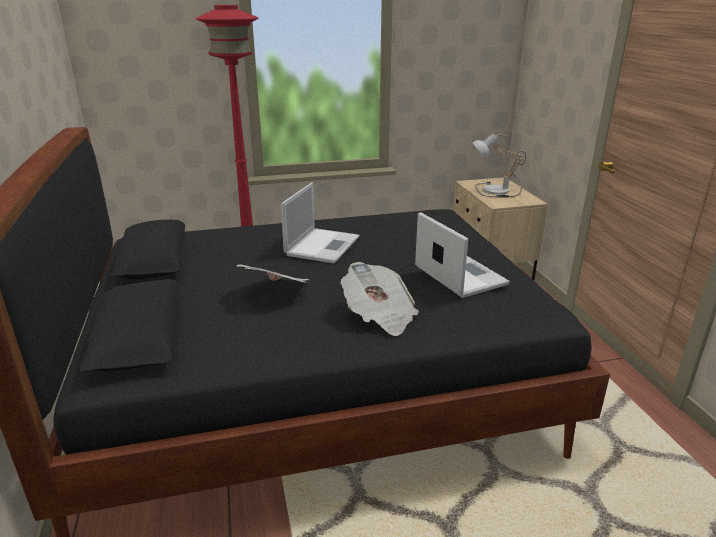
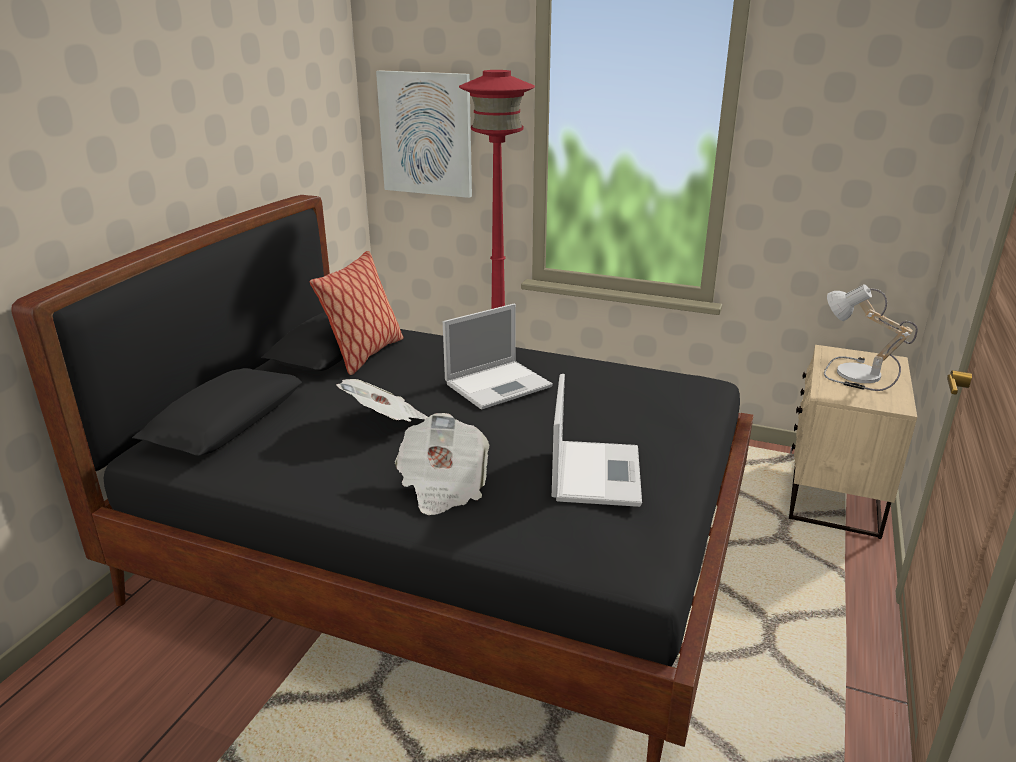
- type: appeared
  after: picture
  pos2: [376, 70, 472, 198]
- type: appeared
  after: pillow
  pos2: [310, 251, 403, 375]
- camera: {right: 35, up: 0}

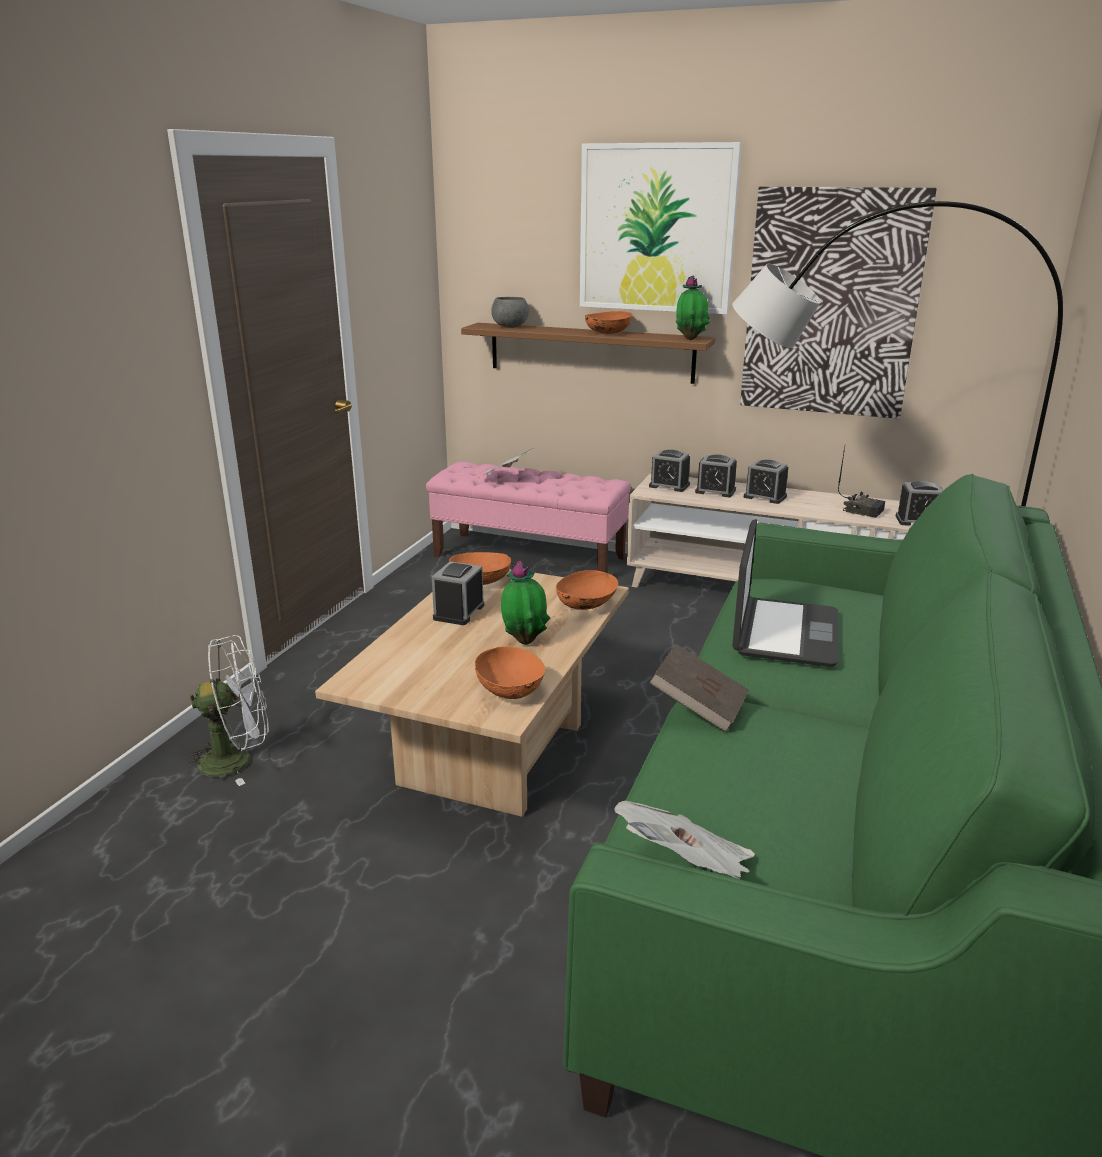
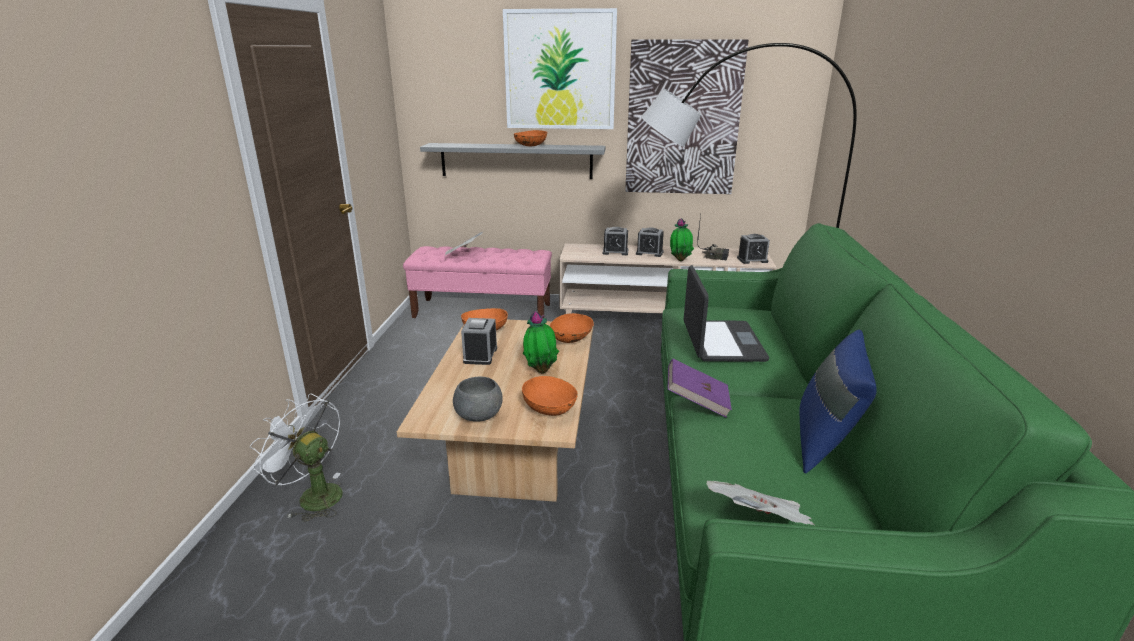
- type: relocated
  before: potted_plant
  pos1: [676, 275, 710, 340]
  pos2: [670, 218, 694, 261]
- type: relocated
  before: grey_bowl
  pos1: [491, 297, 529, 328]
  pos2: [453, 377, 503, 421]
- type: colour
  before: brown_shelf
  after: grey_shelf
  pos1: [461, 323, 715, 384]
  pos2: [420, 143, 605, 179]
- type: missing
  before: alarm_clock
  pos1: [649, 450, 690, 492]
- type: spun
  before: white_fan
  pos1: [183, 635, 269, 786]
  pos2: [250, 394, 343, 522]
  turn: -120
- type: colour
  before: brown_book
  after: purple_book
  pos1: [649, 644, 749, 732]
  pos2: [668, 359, 732, 418]
- type: appeared
  after: blue_pillow
  pos2: [800, 330, 877, 474]
- camera: {right: -15, up: 0}

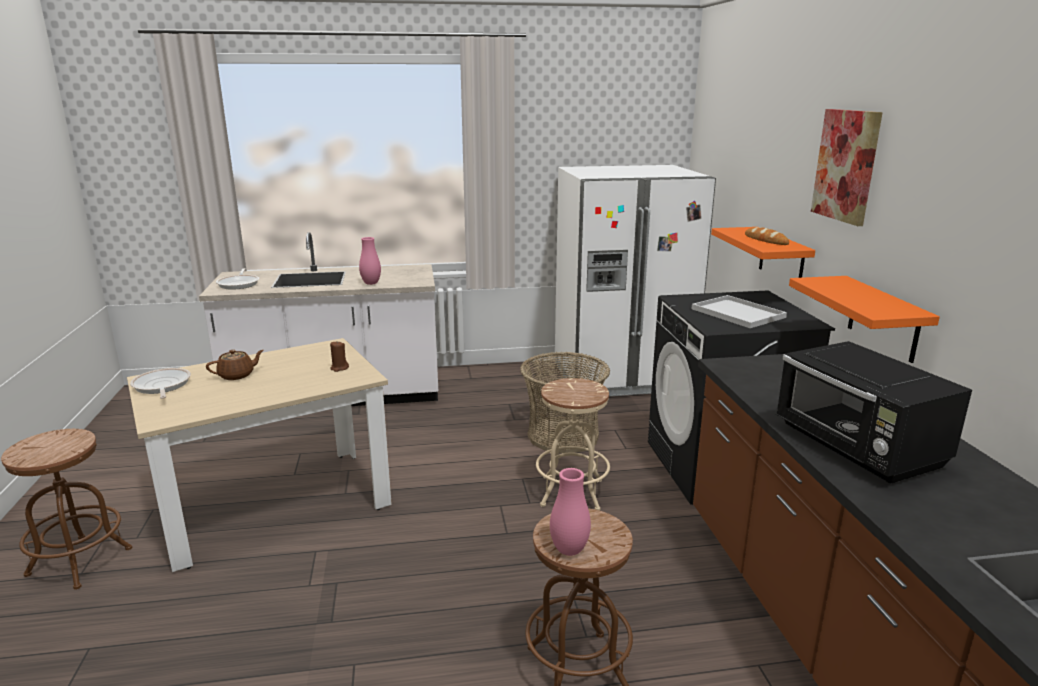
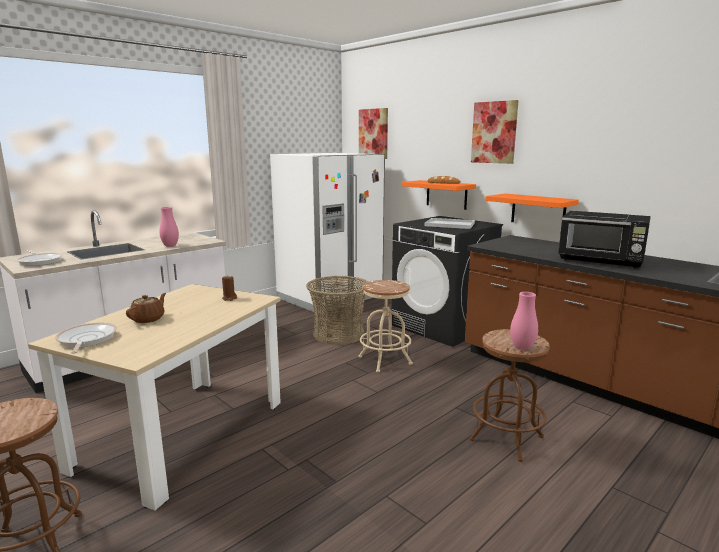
- type: spun
  before: frying_pan
  pos1: [130, 368, 191, 399]
  pos2: [55, 322, 117, 354]
  turn: 45
- type: appeared
  after: picture
  pos2: [359, 108, 388, 159]
- camera: {right: -35, up: -5}

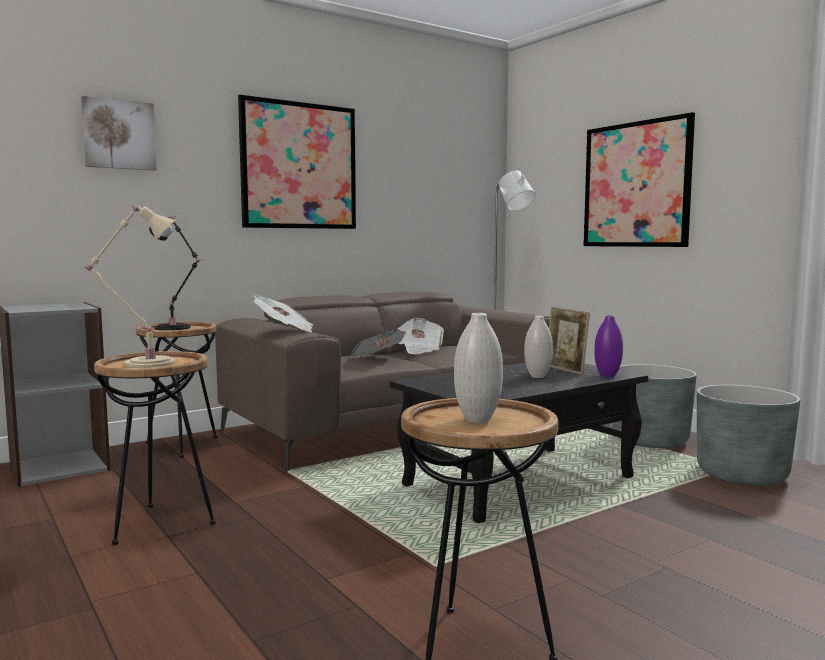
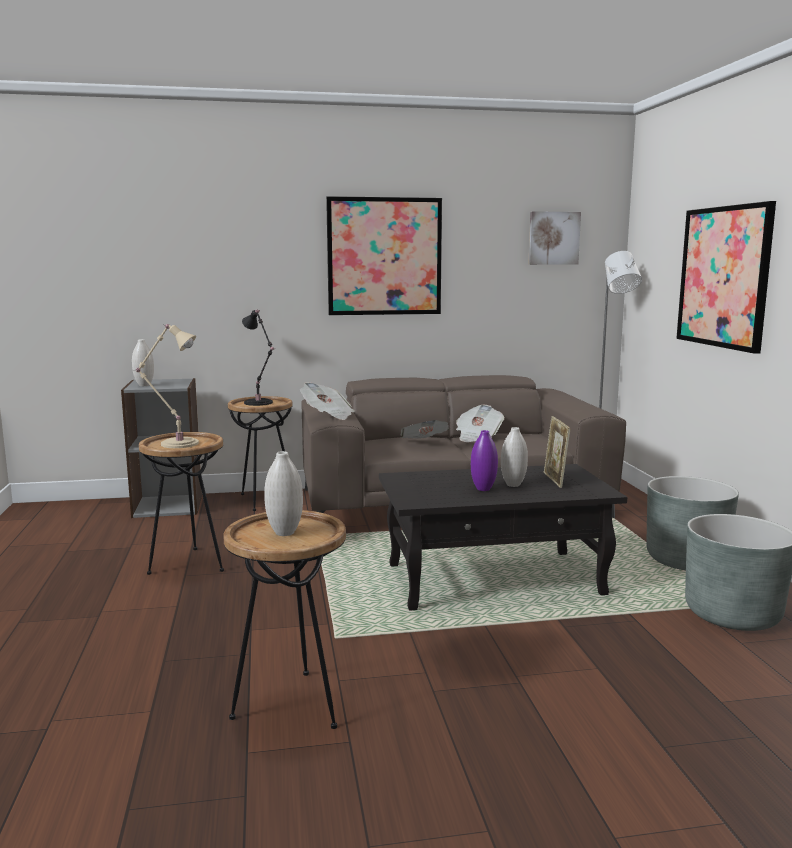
- type: relocated
  before: picture
  pos1: [81, 96, 157, 171]
  pos2: [528, 211, 581, 265]
- type: relocated
  before: purple_vase
  pos1: [594, 315, 623, 378]
  pos2: [471, 430, 498, 491]
- type: appeared
  after: white_vase
  pos2: [132, 339, 154, 386]
- camera: {right: 25, up: 5}

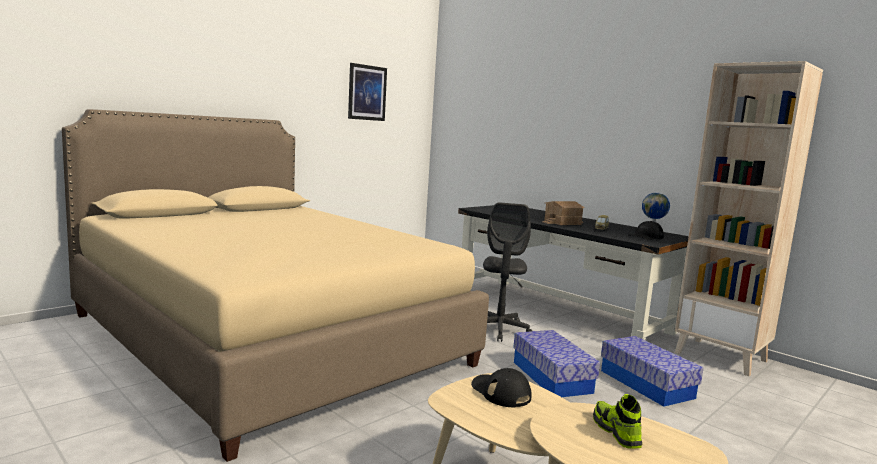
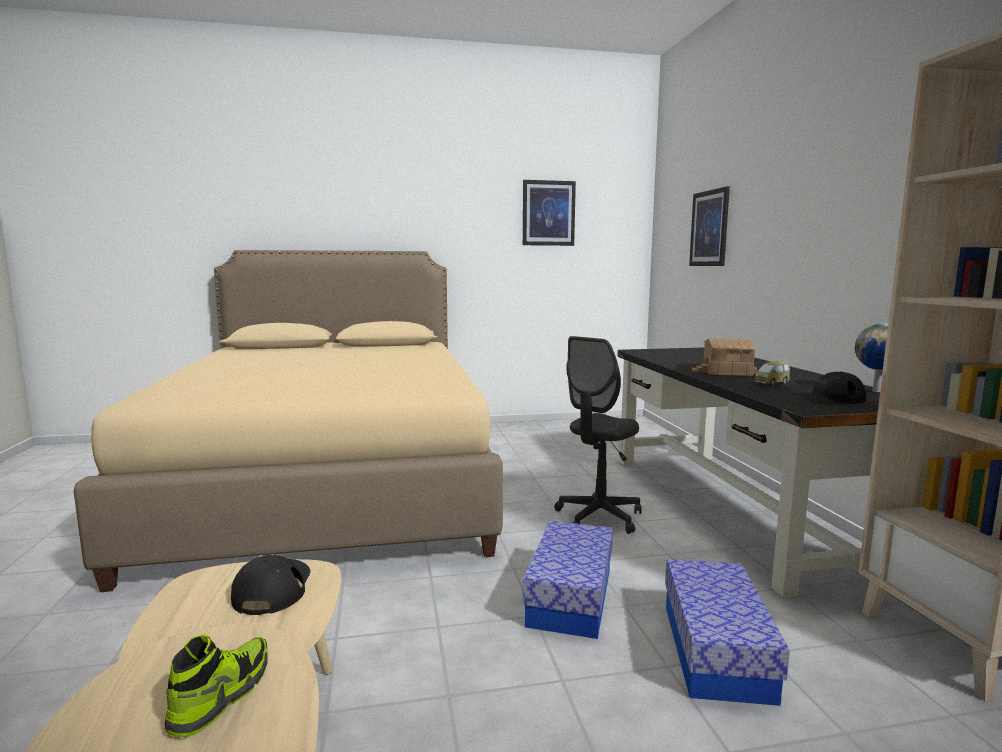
- type: appeared
  after: picture
  pos2: [689, 187, 730, 266]
- camera: {right: 35, up: 0}

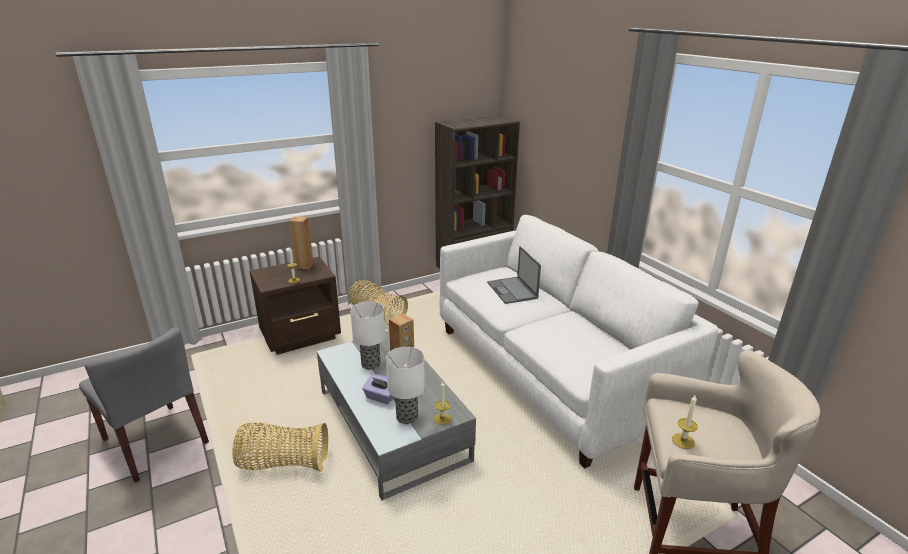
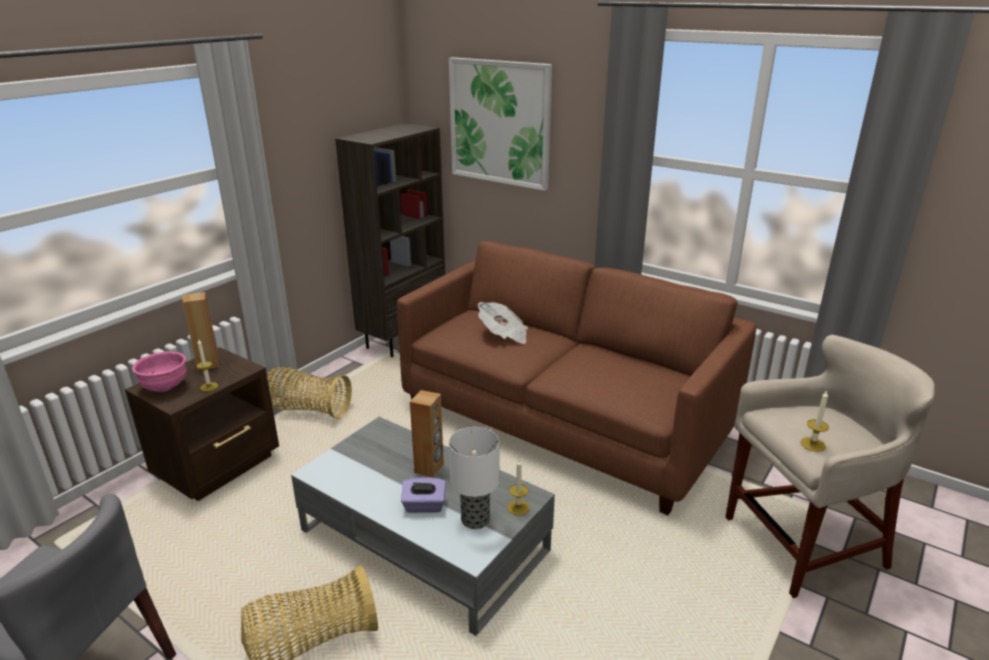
- type: colour
  before: white_sofa
  after: brown_sofa
  pos1: [440, 215, 718, 468]
  pos2: [397, 241, 756, 515]
- type: exchanged
  before: laptop
  after: newspaper
  pos1: [487, 246, 541, 304]
  pos2: [478, 302, 528, 344]
- type: missing
  before: table_lamp
  pos1: [350, 301, 385, 370]
- type: appeared
  after: picture
  pos2: [449, 57, 552, 191]
- type: appeared
  after: pink_bowl
  pos2: [132, 351, 186, 392]
- camera: {right: -25, up: 0}

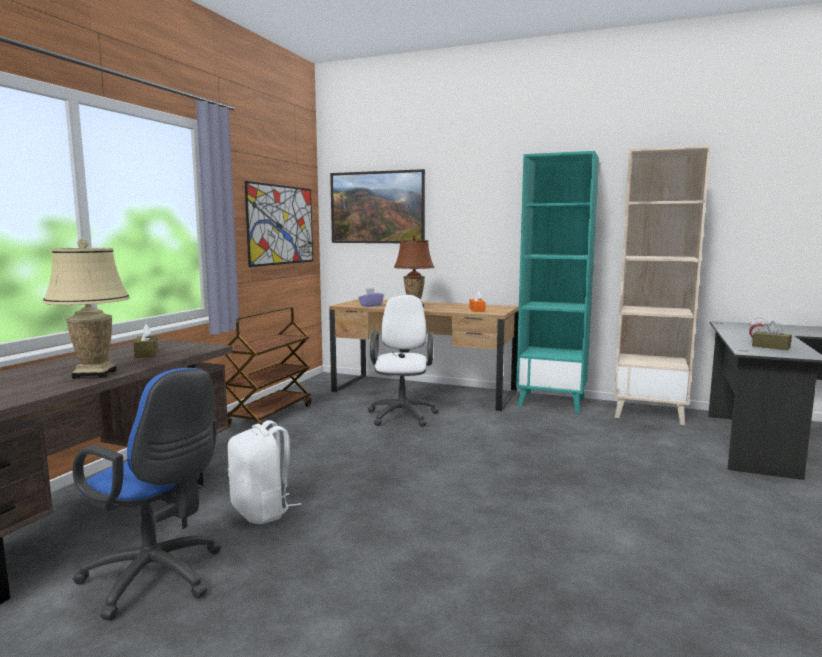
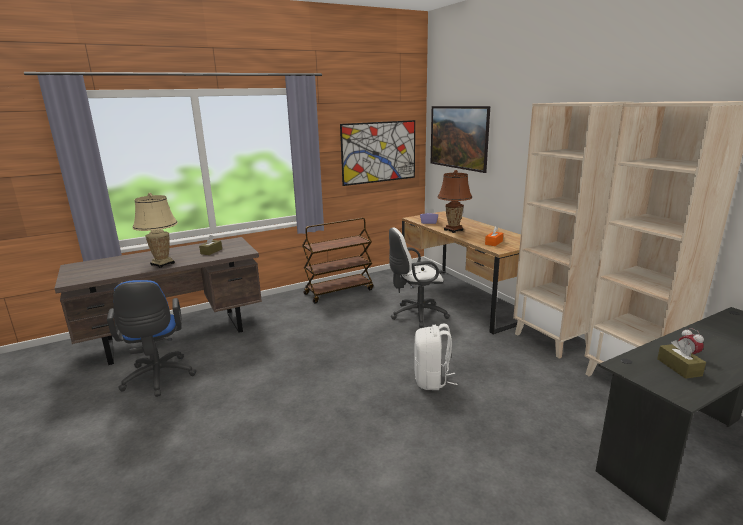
- type: colour
  before: turquoise_bookcase
  after: beige_bookcase
  pos1: [516, 151, 599, 413]
  pos2: [513, 102, 634, 359]
- type: spun
  before: white_office_chair
  pos1: [368, 295, 439, 427]
  pos2: [389, 228, 450, 328]
  turn: -150
- type: relocated
  before: white_backpack
  pos1: [228, 420, 301, 524]
  pos2: [414, 324, 457, 390]
- camera: {right: 40, up: 10}

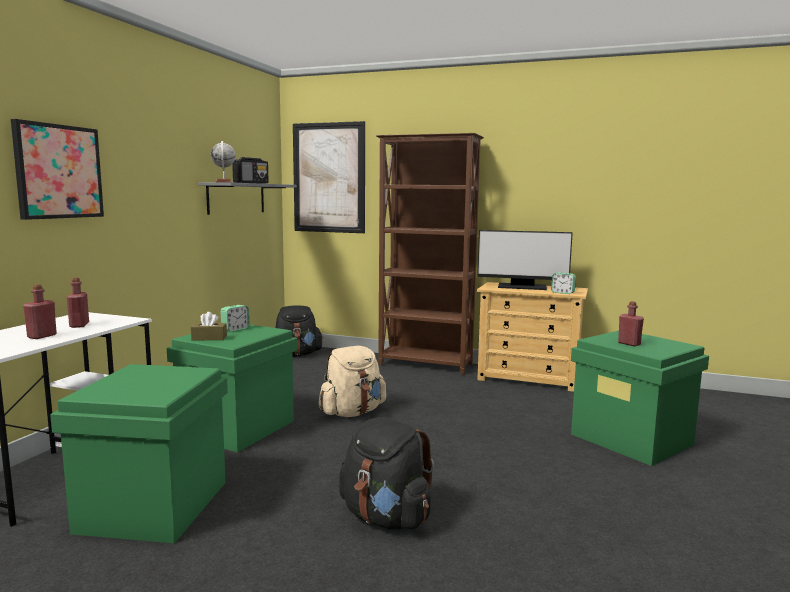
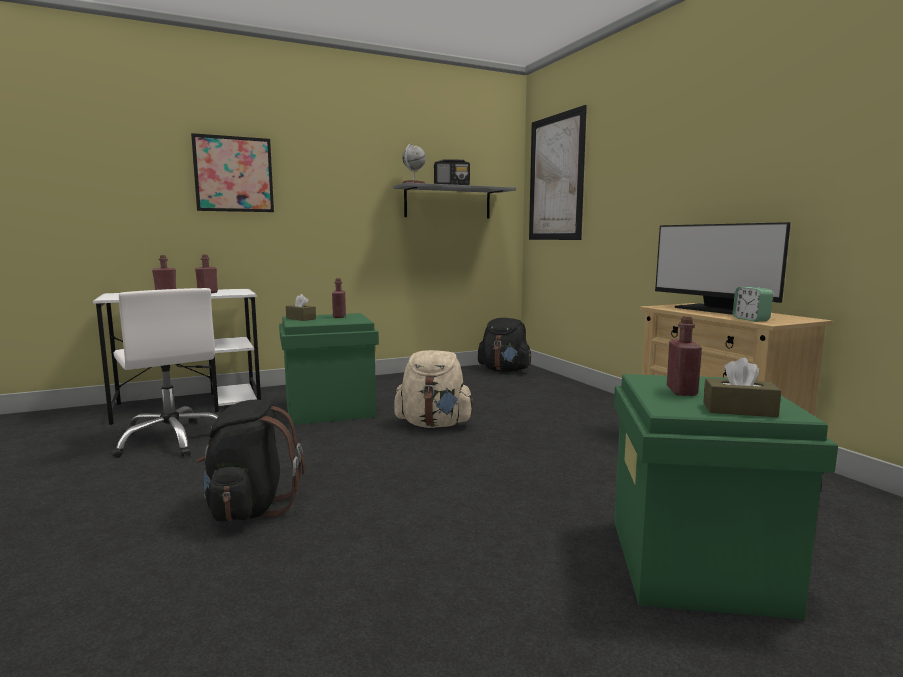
- type: missing
  before: brown_bookcase
  pos1: [376, 133, 484, 375]
- type: exchanged
  before: alarm_clock
  after: red_bottle
  pos1: [220, 305, 250, 332]
  pos2: [332, 278, 346, 318]
- type: exchanged
  before: green_storage_box
  after: white_office_chair
  pos1: [50, 364, 228, 543]
  pos2: [111, 288, 218, 458]
- type: appeared
  after: brown_tissue_box
  pos2: [703, 357, 781, 417]
- camera: {right: 45, up: 0}

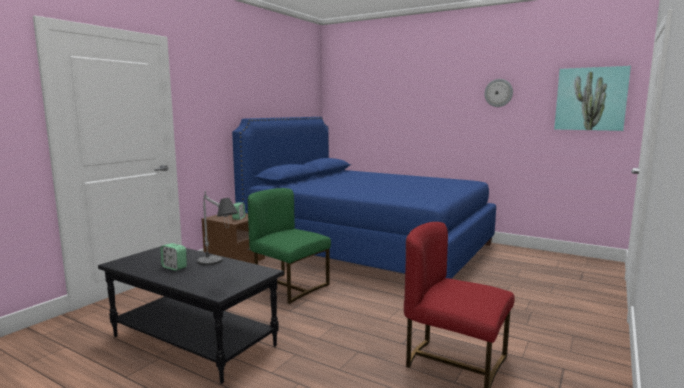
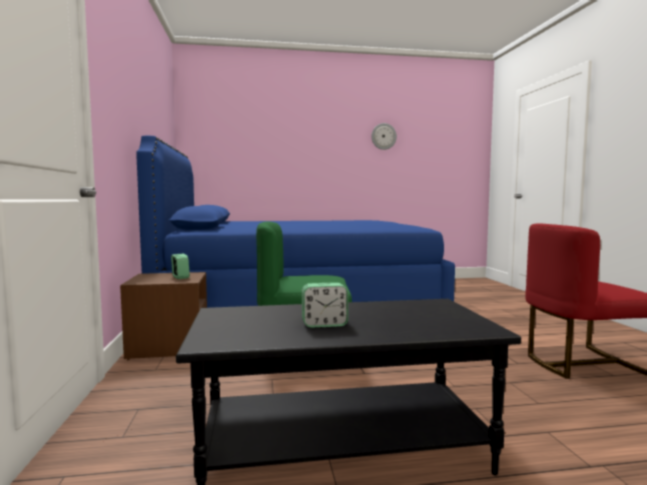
- type: missing
  before: picture
  pos1: [554, 66, 631, 131]
- type: missing
  before: table_lamp
  pos1: [197, 191, 238, 265]
- camera: {right: -40, up: -5}

